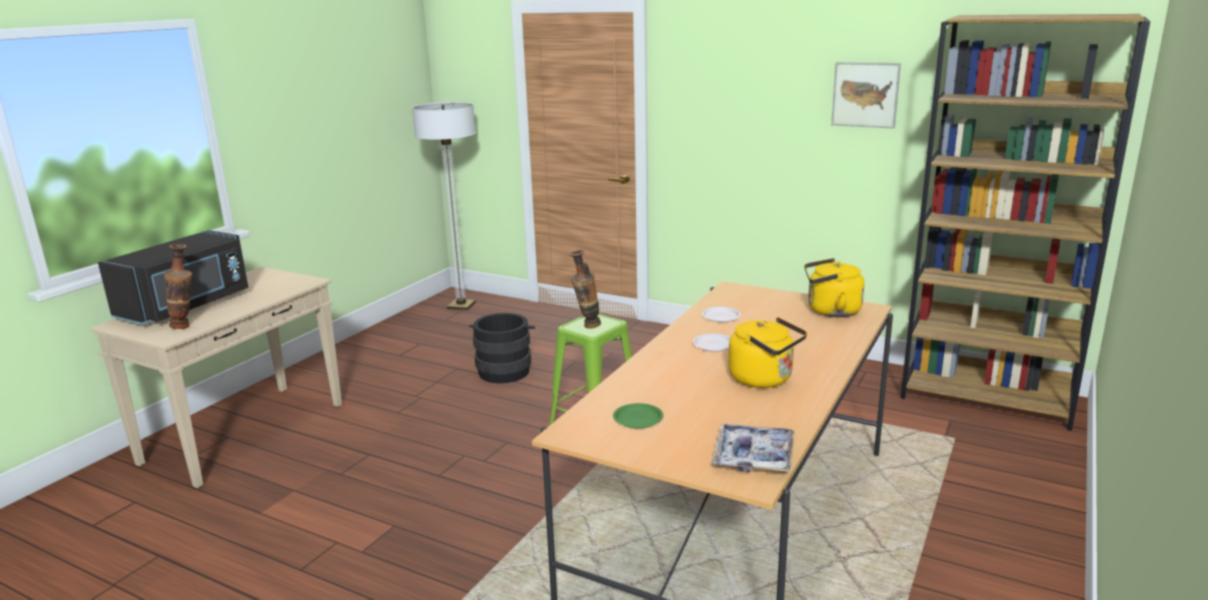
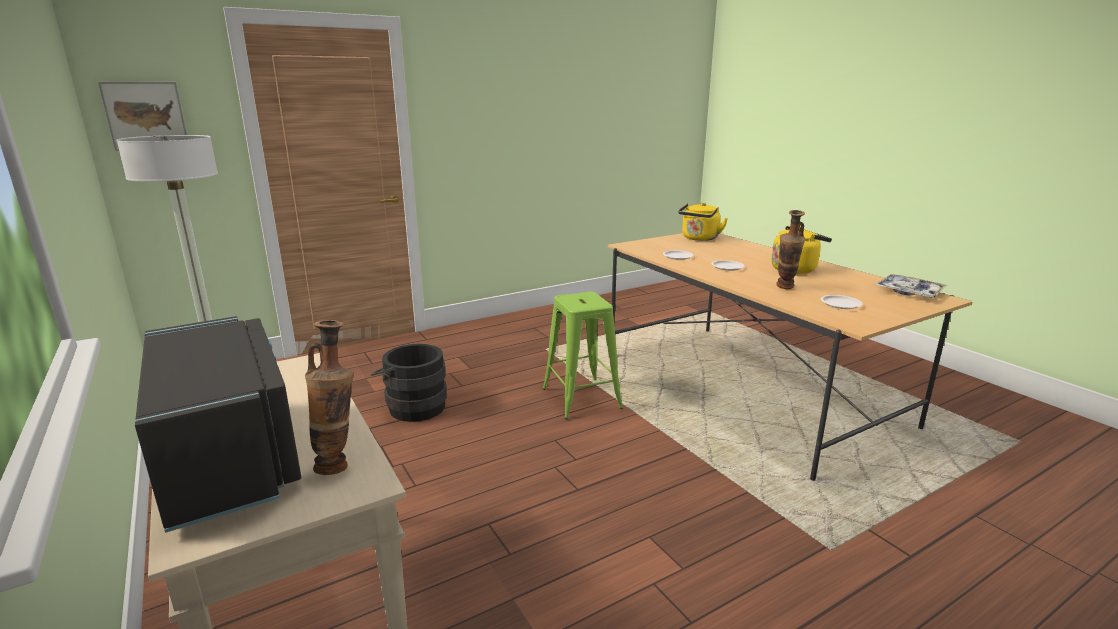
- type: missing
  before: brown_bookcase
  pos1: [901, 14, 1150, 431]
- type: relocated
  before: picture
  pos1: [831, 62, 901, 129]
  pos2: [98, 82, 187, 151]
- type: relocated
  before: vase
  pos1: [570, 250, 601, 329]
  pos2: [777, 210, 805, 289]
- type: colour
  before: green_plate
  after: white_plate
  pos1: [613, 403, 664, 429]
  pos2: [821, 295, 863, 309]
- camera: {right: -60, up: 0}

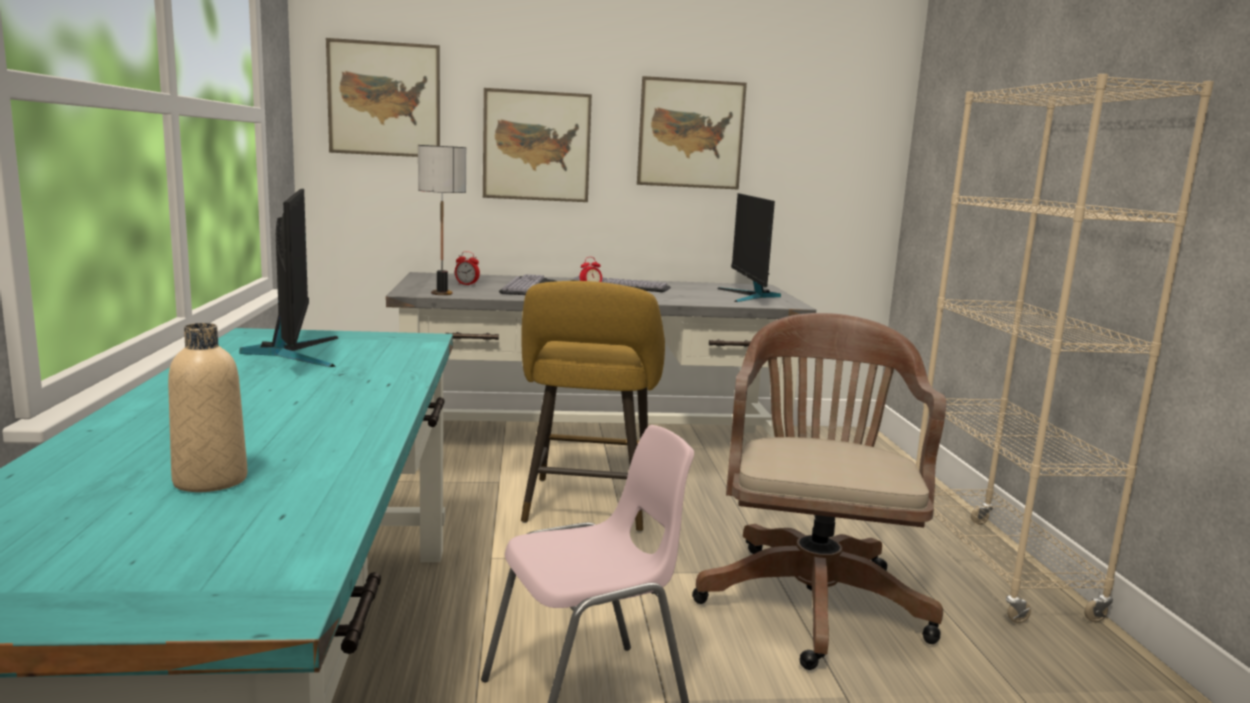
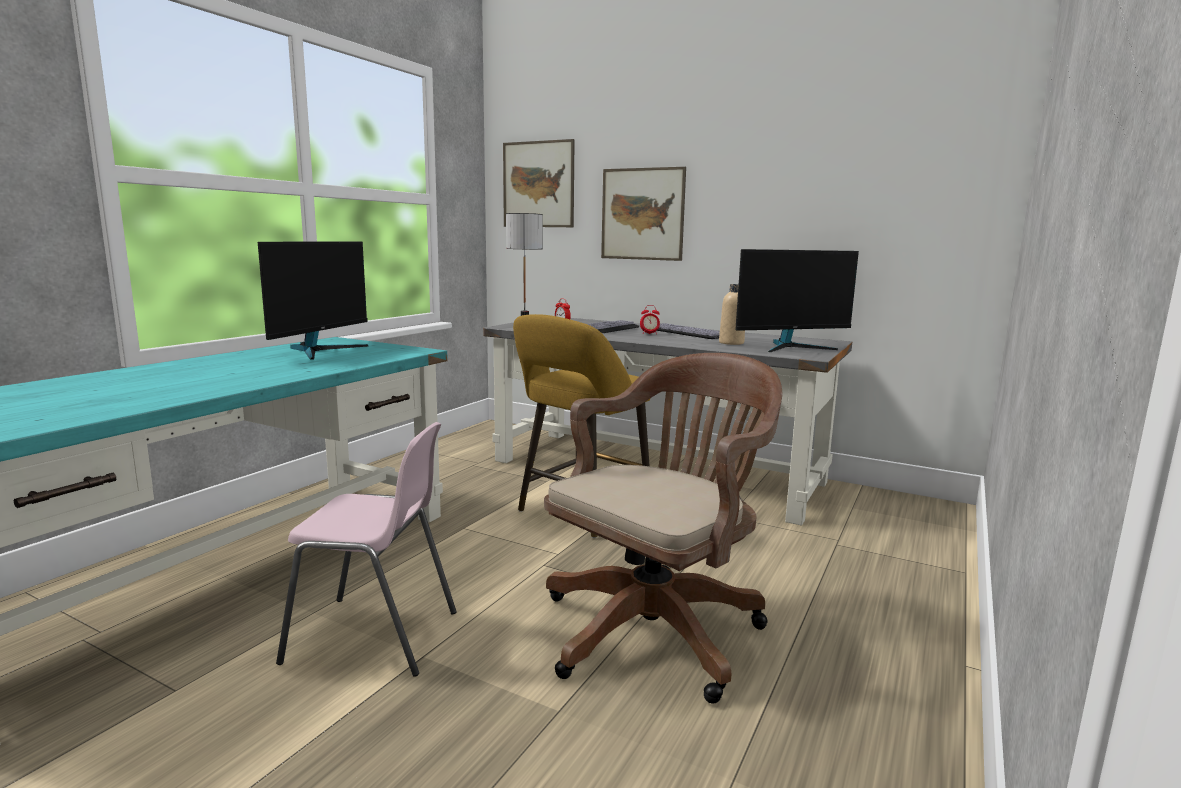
- type: missing
  before: beige_bookcase
  pos1: [916, 74, 1214, 623]
- type: missing
  before: picture
  pos1: [637, 76, 747, 190]
- type: spun
  before: monitor
  pos1: [717, 193, 781, 302]
  pos2: [735, 249, 859, 352]
  turn: -135
- type: relocated
  before: beige_bottle
  pos1: [168, 323, 248, 492]
  pos2: [719, 284, 745, 345]
- camera: {right: 35, up: 0}

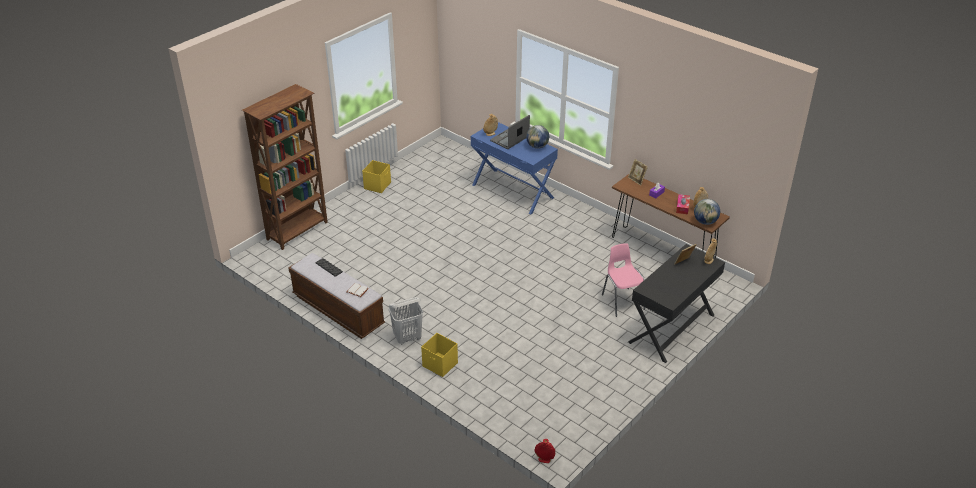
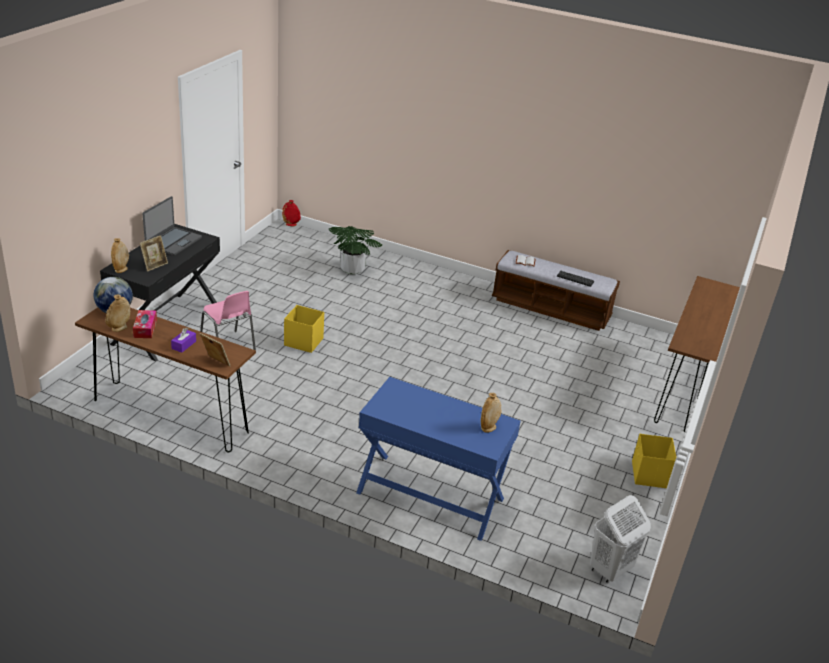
- type: exchanged
  before: brown_bookcase
  after: brown_console_table
  pos1: [242, 84, 328, 250]
  pos2: [654, 276, 740, 432]
- type: relocated
  before: laptop
  pos1: [490, 115, 530, 149]
  pos2: [143, 196, 202, 256]
- type: missing
  before: globe
  pos1: [526, 125, 549, 149]
- type: relocated
  before: white_laundry_basket
  pos1: [388, 297, 423, 344]
  pos2: [590, 495, 651, 583]
- type: relocated
  before: yellow_storage_box
  pos1: [421, 333, 458, 377]
  pos2: [284, 305, 324, 353]
- type: appeared
  after: potted_plant
  pos2: [329, 226, 382, 275]
- camera: {right: 160, up: -5}

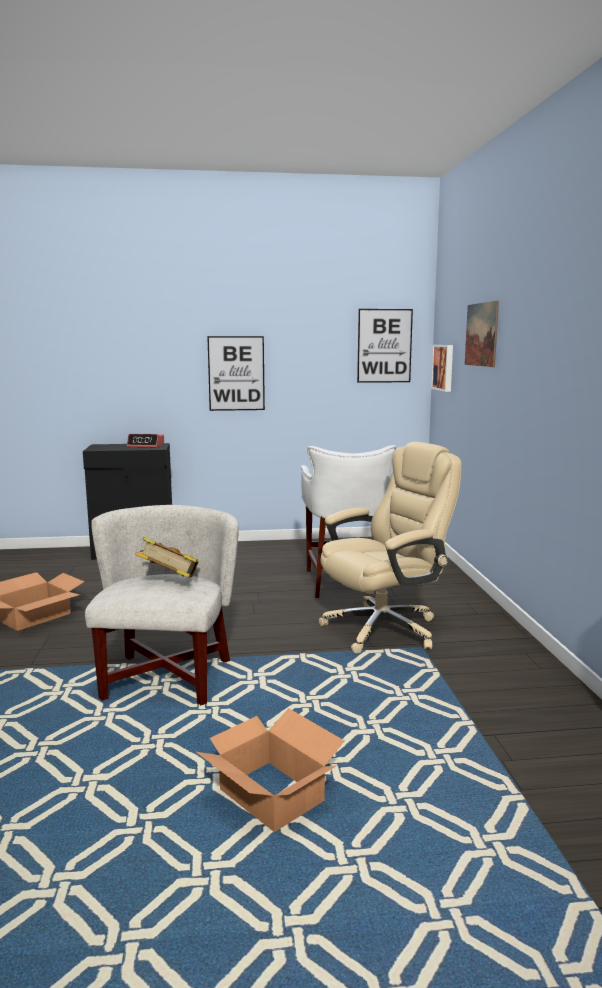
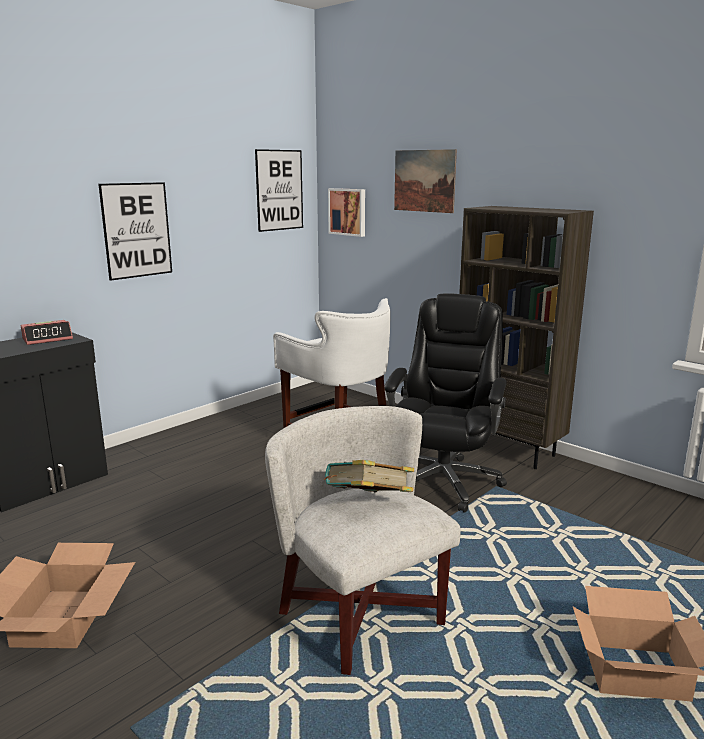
- type: colour
  before: beige_office_chair
  after: black_office_chair
  pos1: [319, 442, 461, 653]
  pos2: [384, 293, 507, 513]
- type: appeared
  after: brown_bookcase
  pos2: [459, 206, 594, 469]
- camera: {right: -40, up: 5}

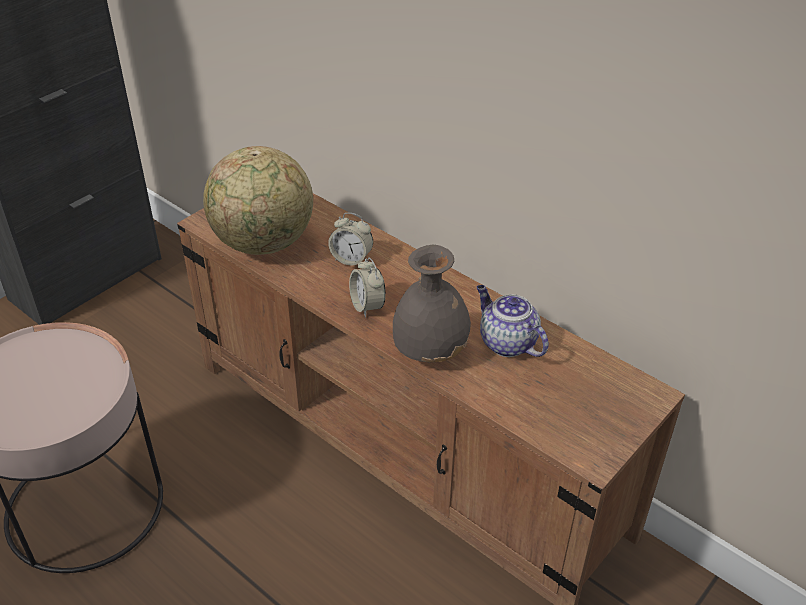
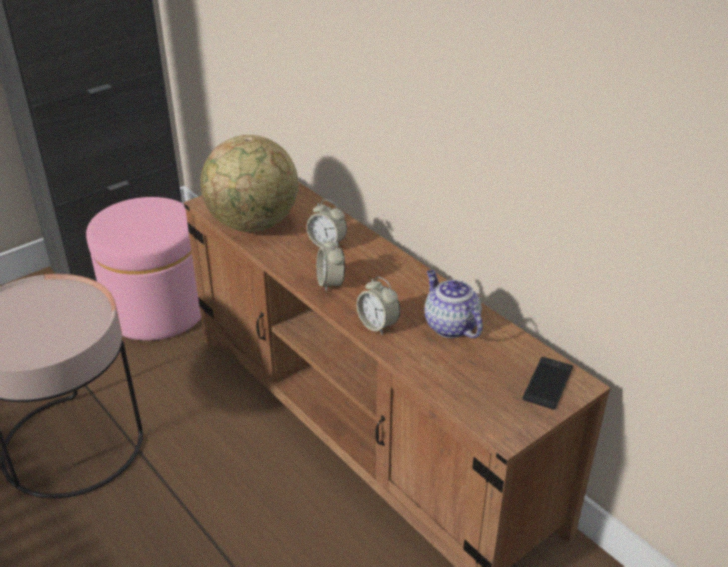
- type: exchanged
  before: grey_vase
  after: alarm_clock
  pos1: [393, 245, 471, 362]
  pos2: [356, 276, 400, 335]
- type: appeared
  after: pink_ottoman
  pos2: [86, 197, 201, 341]
- type: appeared
  after: phone
  pos2: [523, 357, 573, 409]
- camera: {right: 10, up: -5}

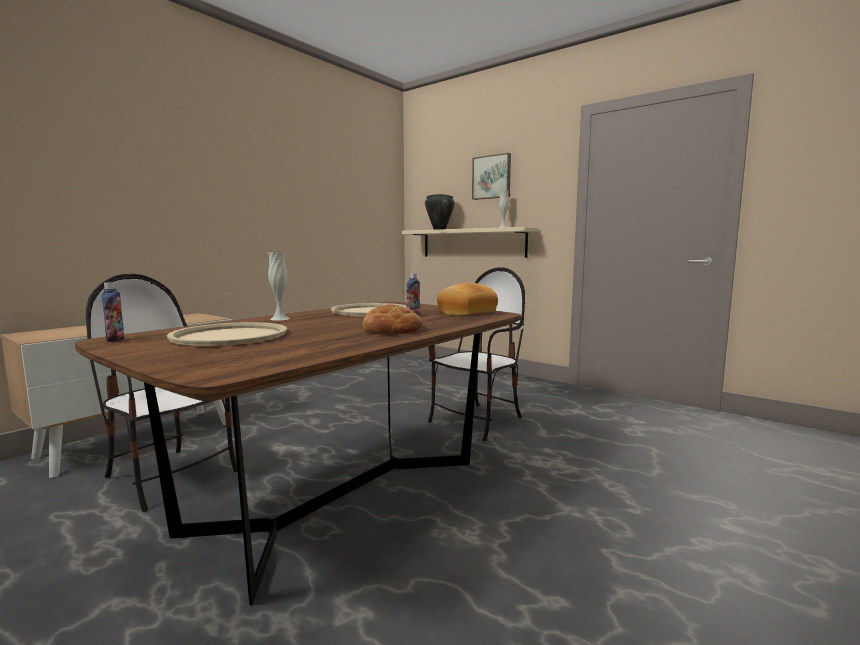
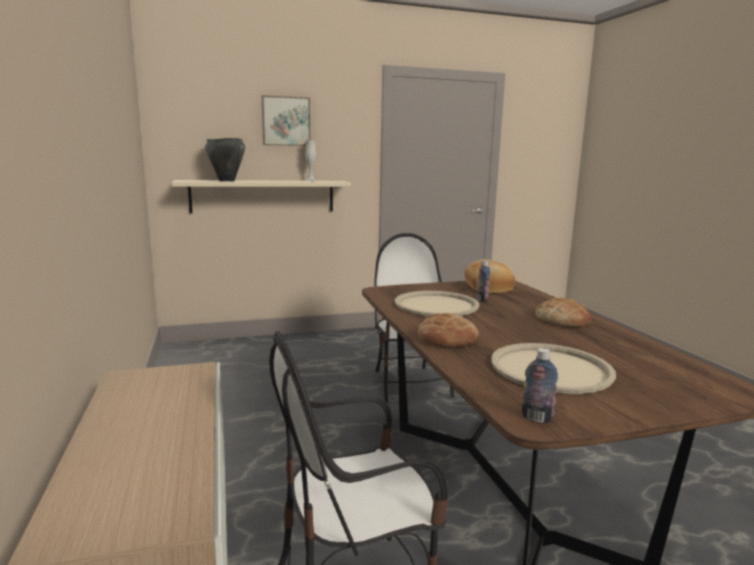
- type: exchanged
  before: white_vase
  after: bread
  pos1: [268, 252, 290, 320]
  pos2: [418, 313, 479, 348]
- camera: {right: -55, up: 5}

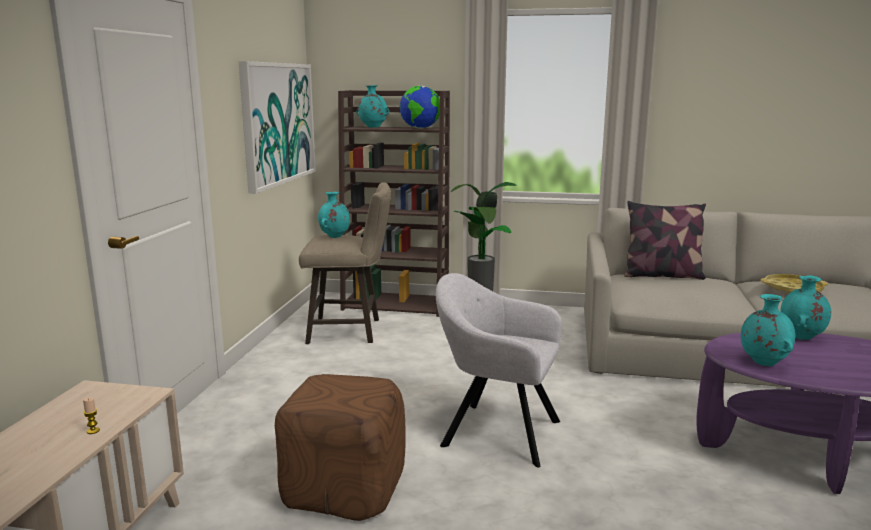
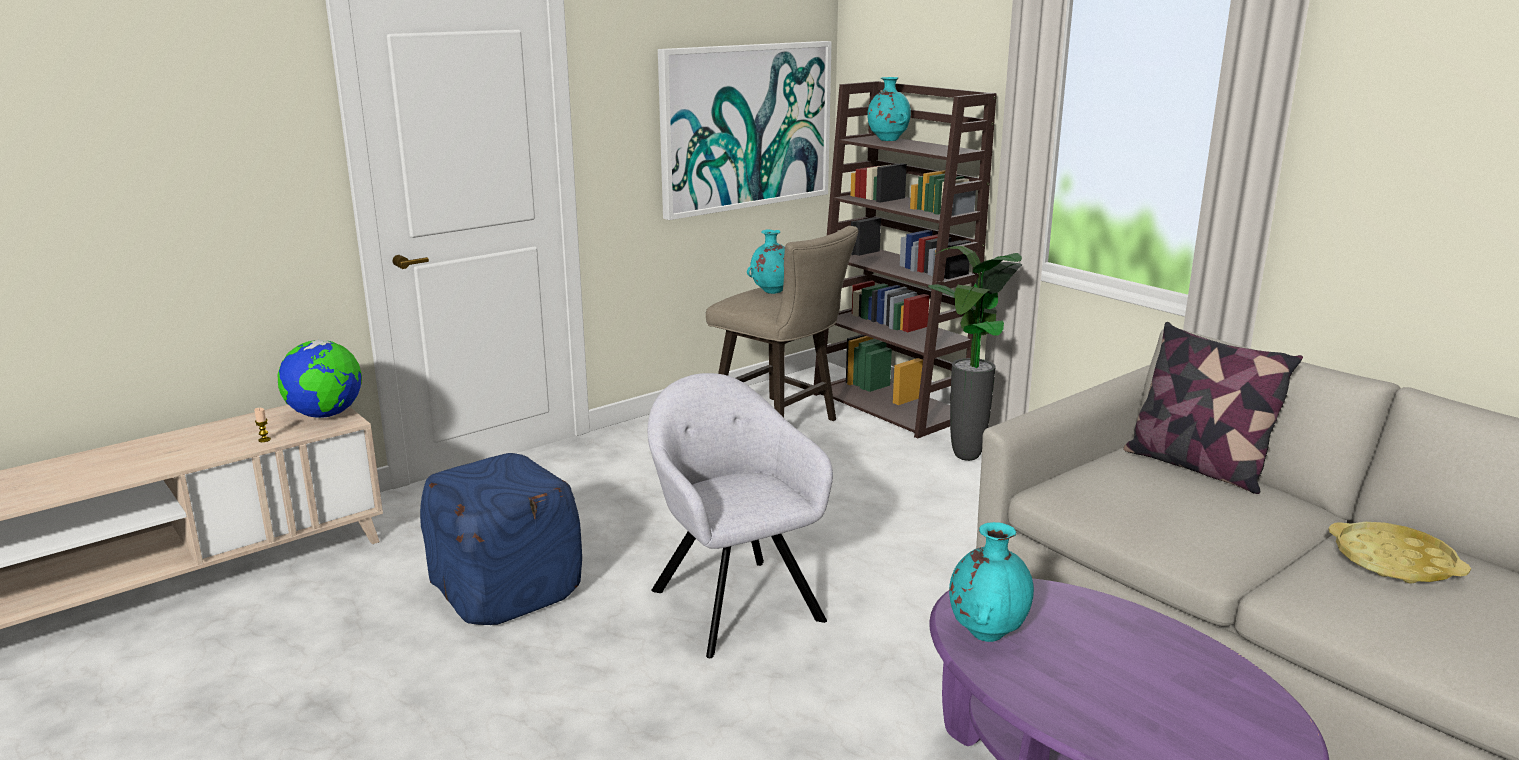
- type: relocated
  before: globe
  pos1: [400, 85, 440, 129]
  pos2: [277, 340, 362, 418]
- type: missing
  before: turquoise_vase
  pos1: [780, 275, 831, 340]
- type: colour
  before: brown_ottoman
  after: blue_ottoman
  pos1: [275, 374, 406, 521]
  pos2: [420, 453, 582, 625]
- camera: {right: 40, up: 5}

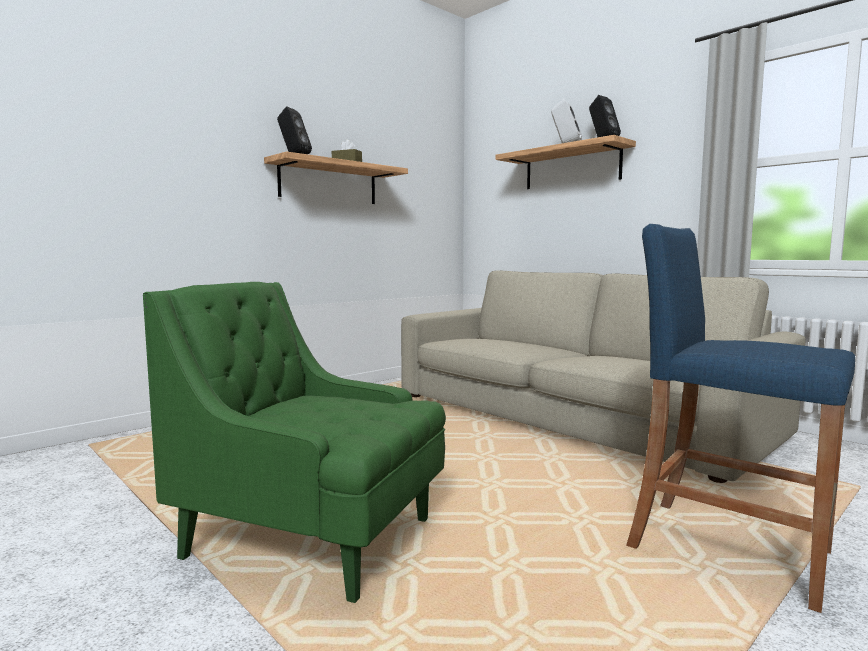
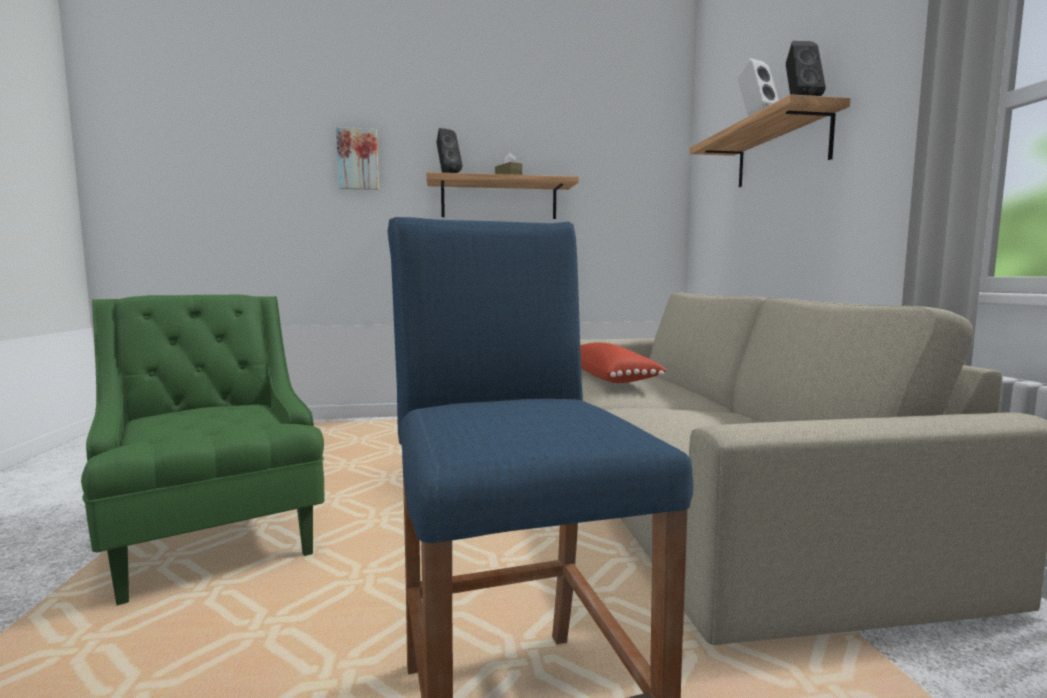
- type: appeared
  after: picture
  pos2: [336, 127, 379, 190]
- type: appeared
  after: red_pillow
  pos2: [580, 342, 667, 383]
- camera: {right: 35, up: 0}

